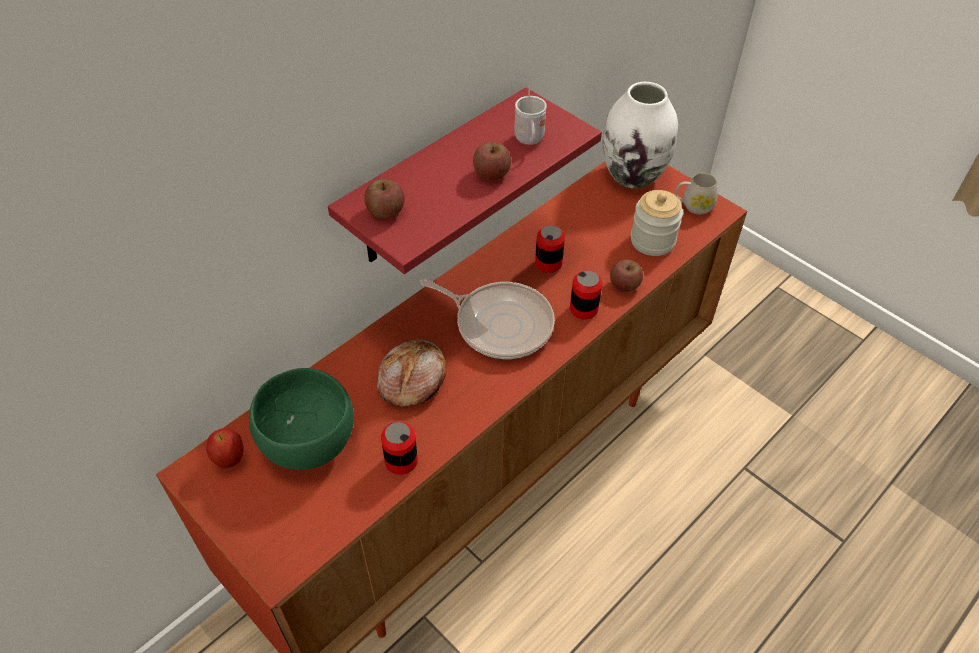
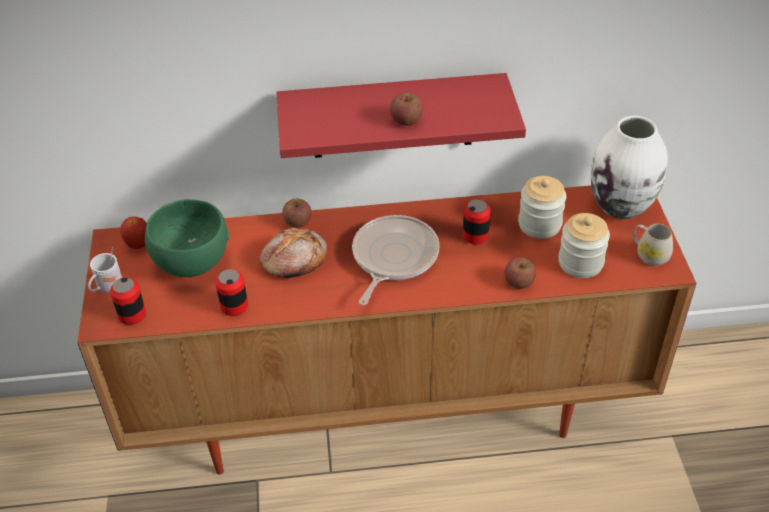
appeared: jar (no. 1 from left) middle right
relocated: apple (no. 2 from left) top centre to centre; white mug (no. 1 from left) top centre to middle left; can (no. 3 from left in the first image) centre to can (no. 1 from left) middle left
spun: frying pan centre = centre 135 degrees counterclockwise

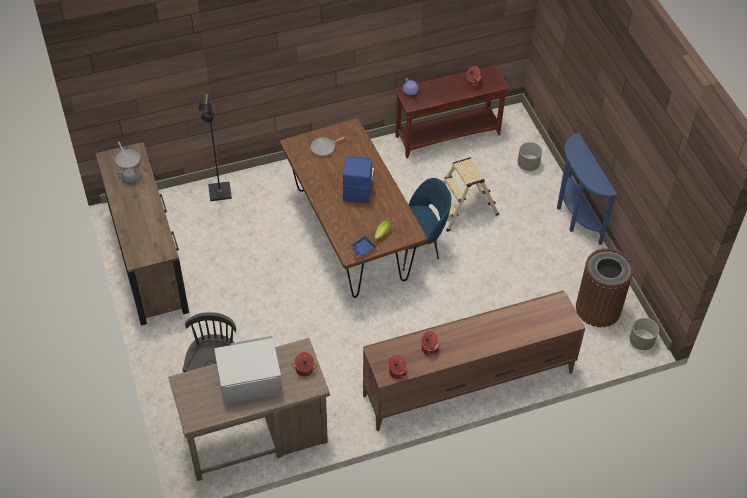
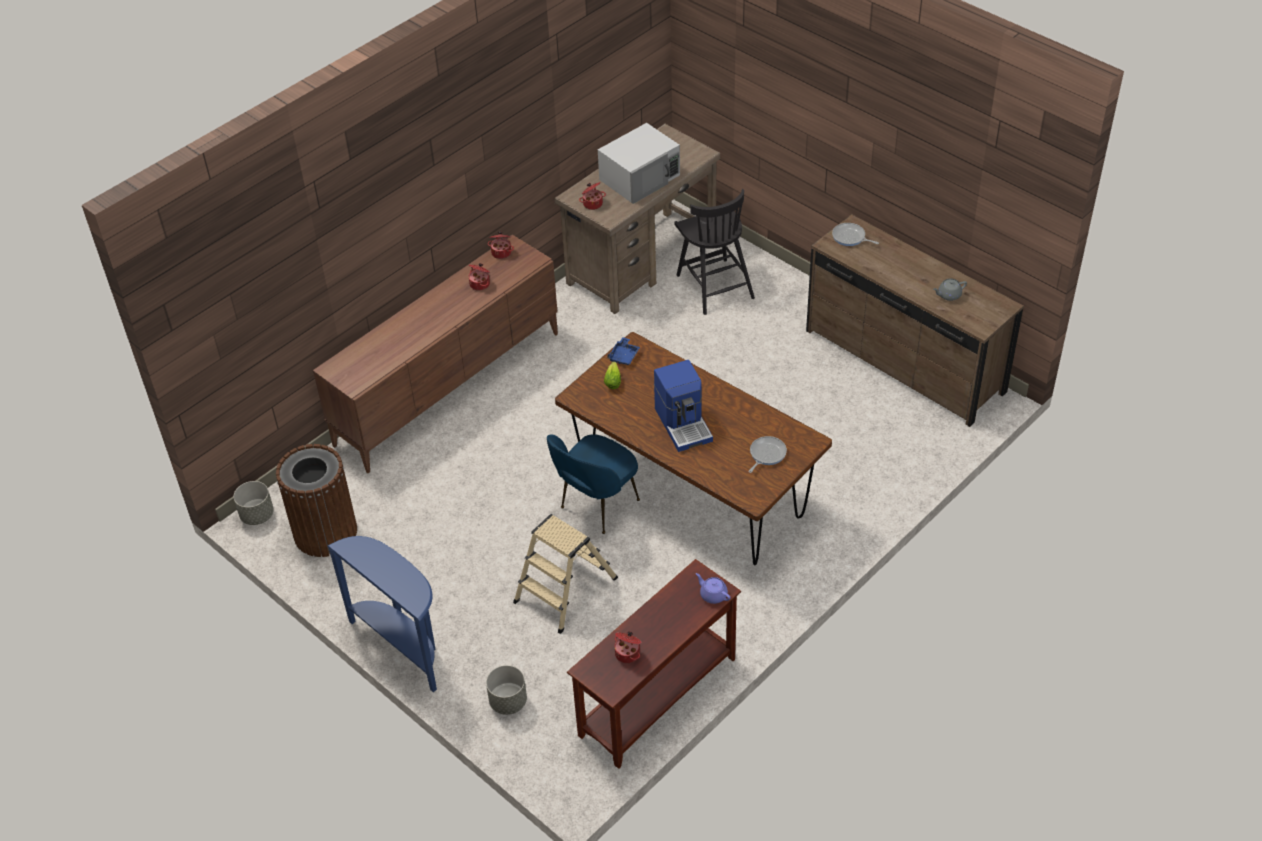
missing: black floor lamp top left
relocated: frying pan (no. 1 from left in the first image) top left to frying pan (no. 2 from left) top right

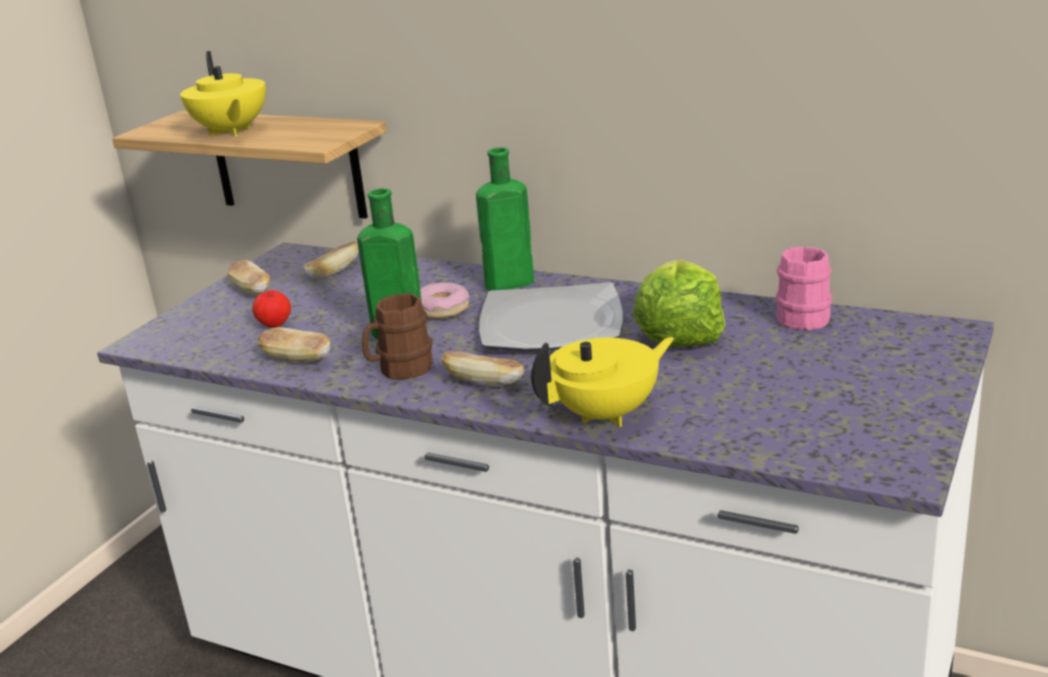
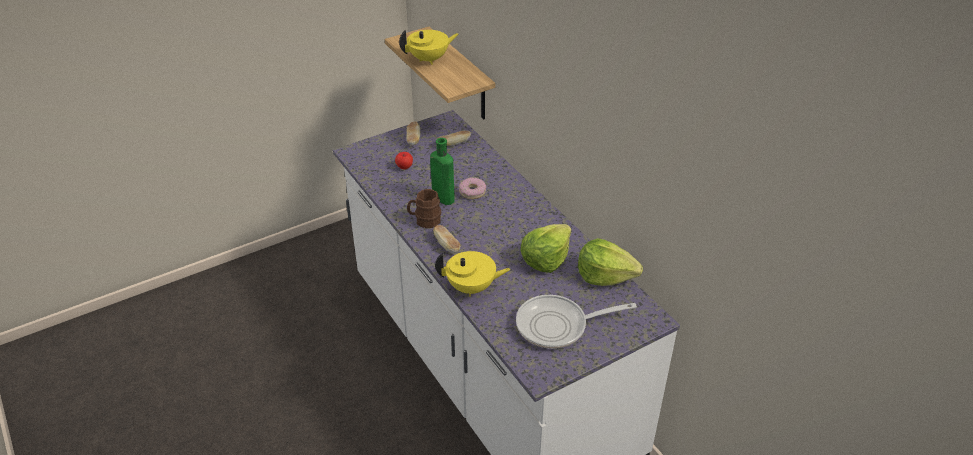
missing: bread (no. 2 from left) middle left; green bottle (no. 2 from left) top centre; plate centre
appeared: frying pan bottom centre
exchanged: pink mug middle right to lettuce (no. 2 from left) centre
spun: yellow teapot (no. 1 from left) top left = top centre 120 degrees counterclockwise

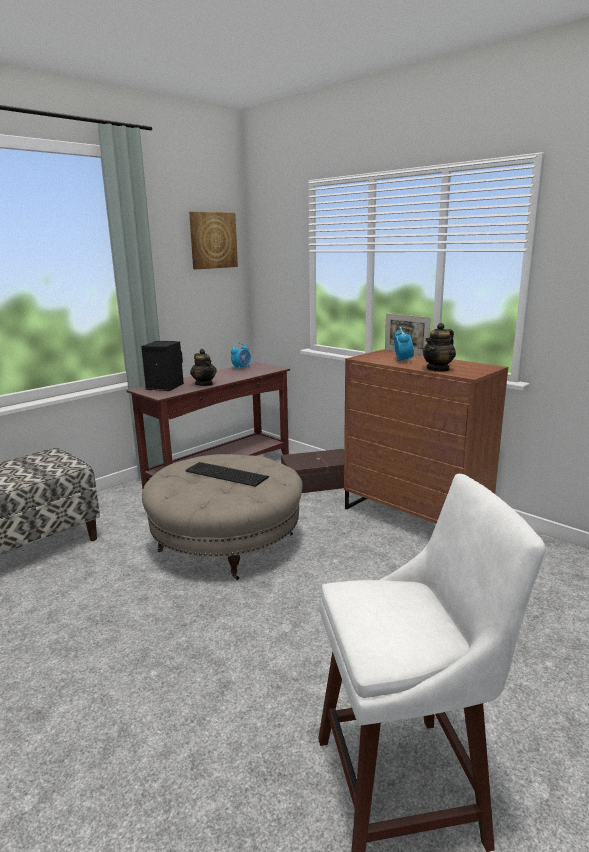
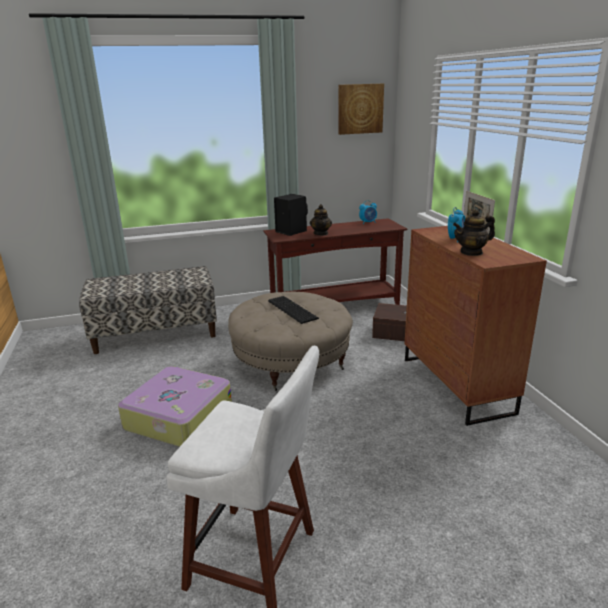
appeared: suitcase bottom left

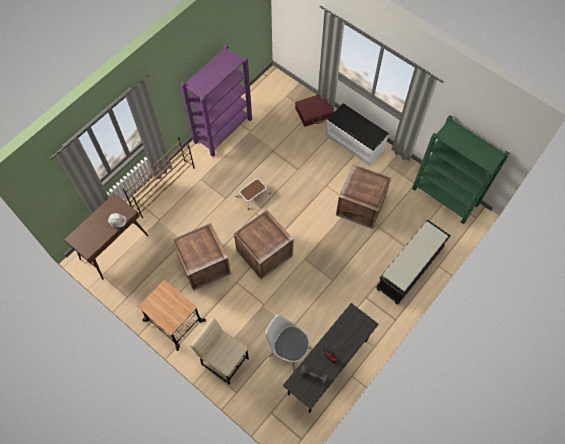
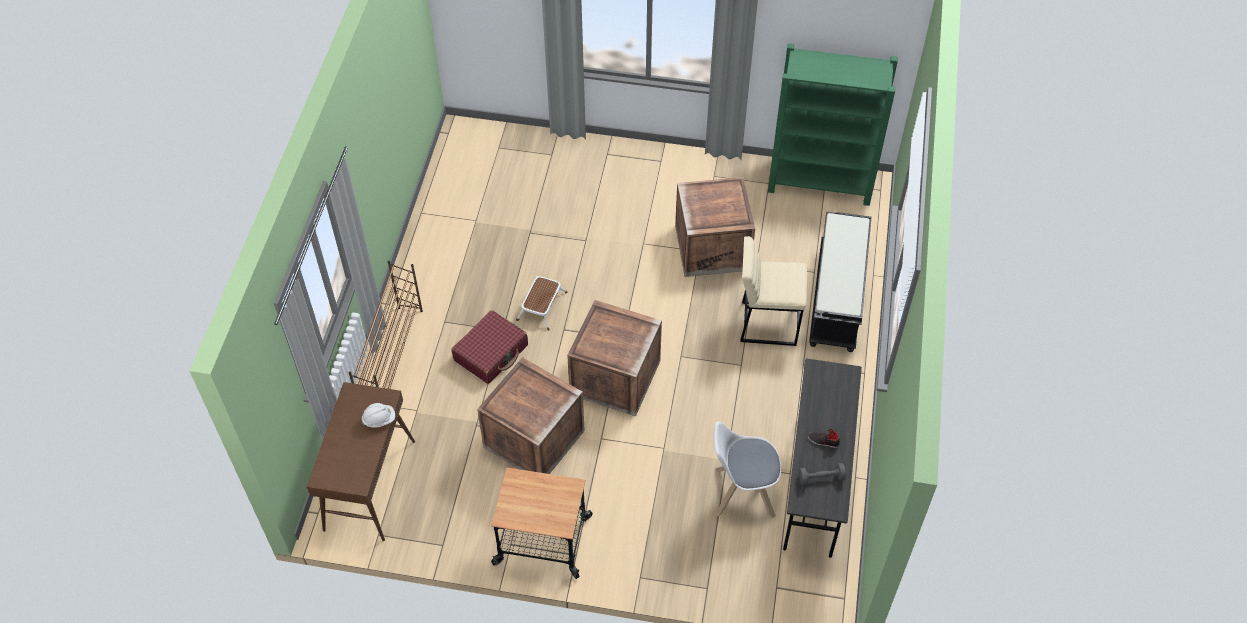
missing: purple bookcase top centre; white bench top centre
relocated: beige stool bottom centre to centre; red suitcase top centre to centre

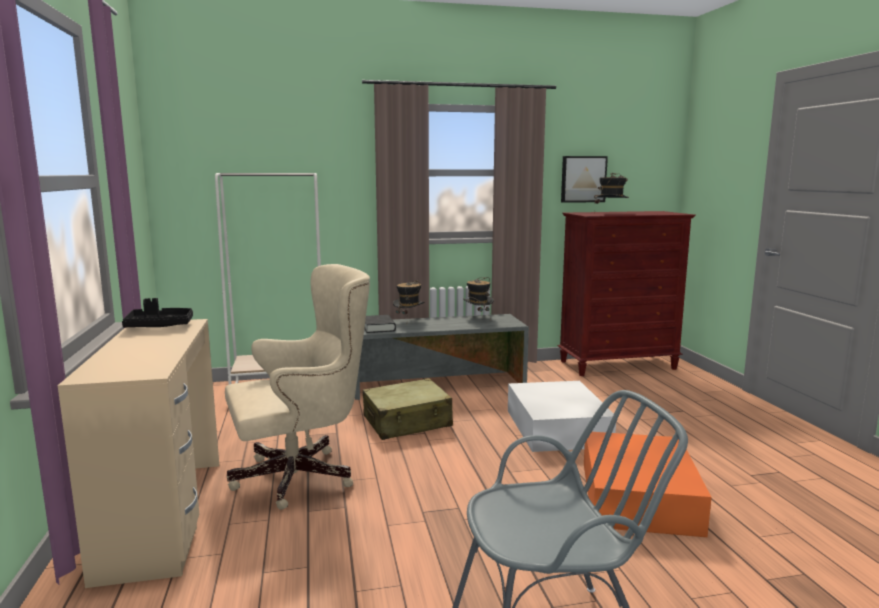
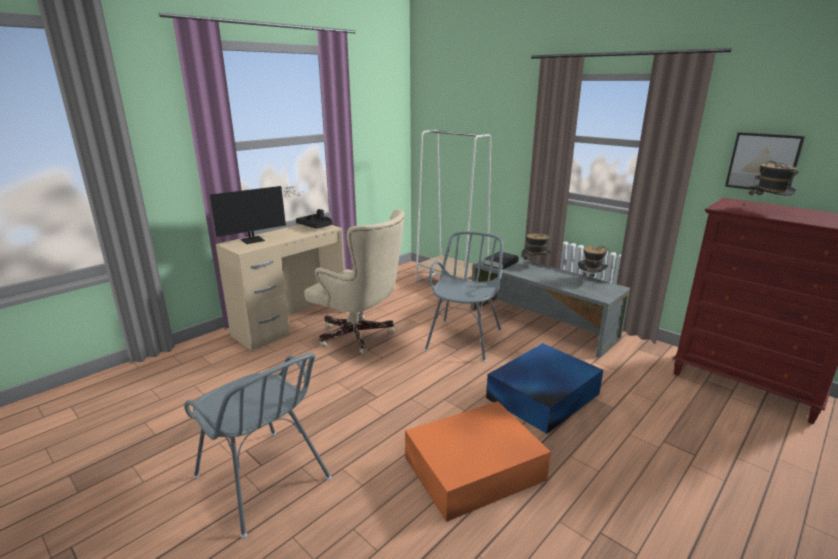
appeared: monitor middle left
exchanged: beige suitcase bottom centre to grey chair (no. 2 from left) centre
colour: white storage box bottom centre to blue storage box bottom centre

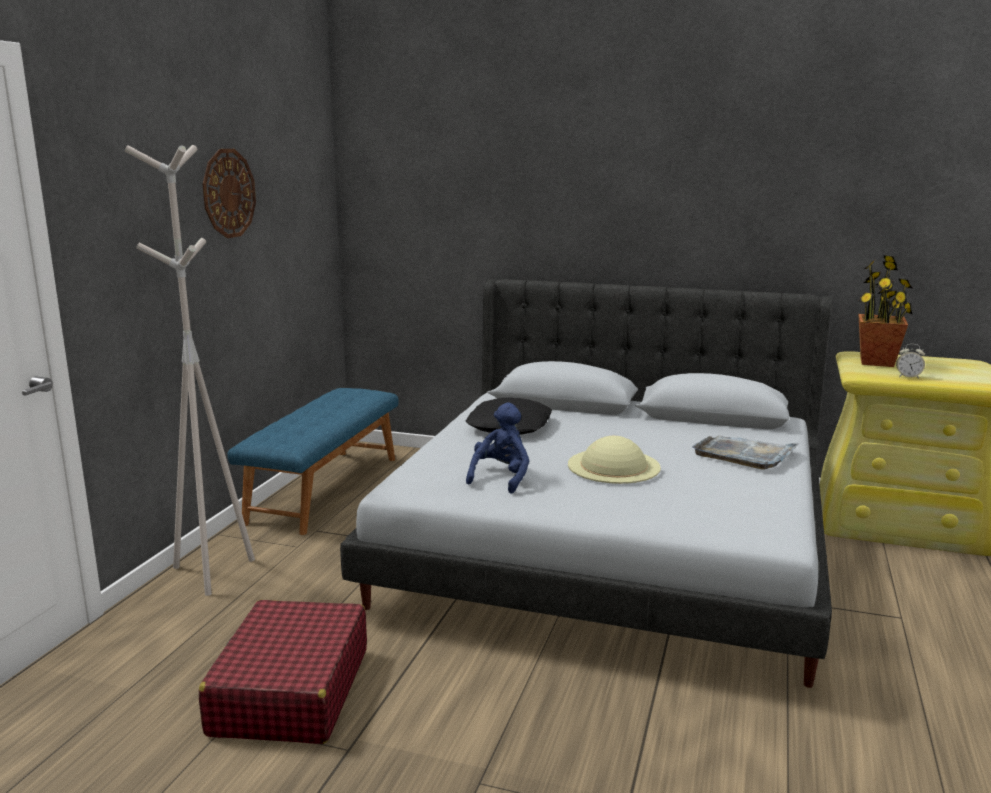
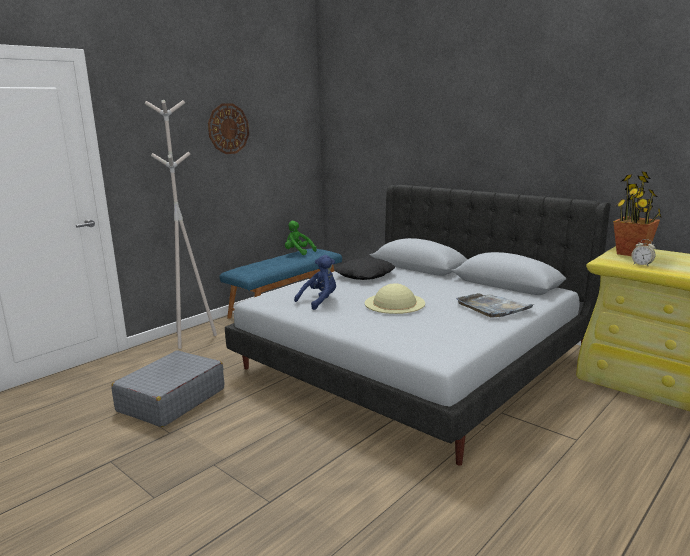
appeared: green plush toy centre
colour: red suitcase bottom left to grey suitcase bottom left

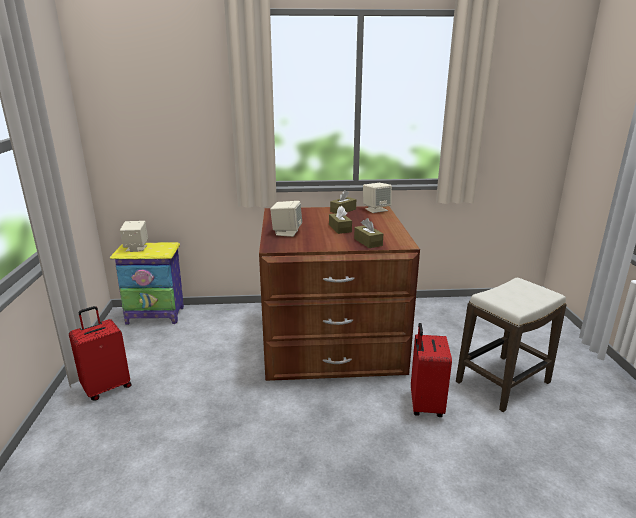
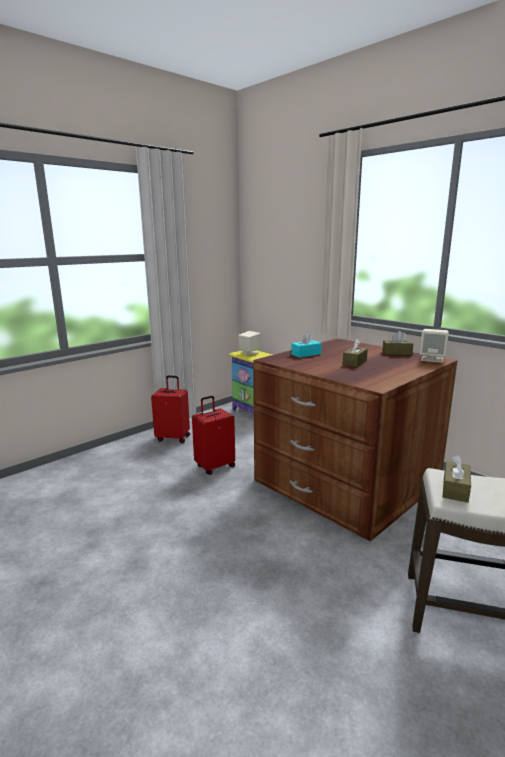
relocated: brown tissue box (no. 3 from left) centre to middle right; red suitcase (no. 2 from left) bottom right to centre
exchanged: beige speaker (no. 2 from left) centre to turquoise tissue box centre

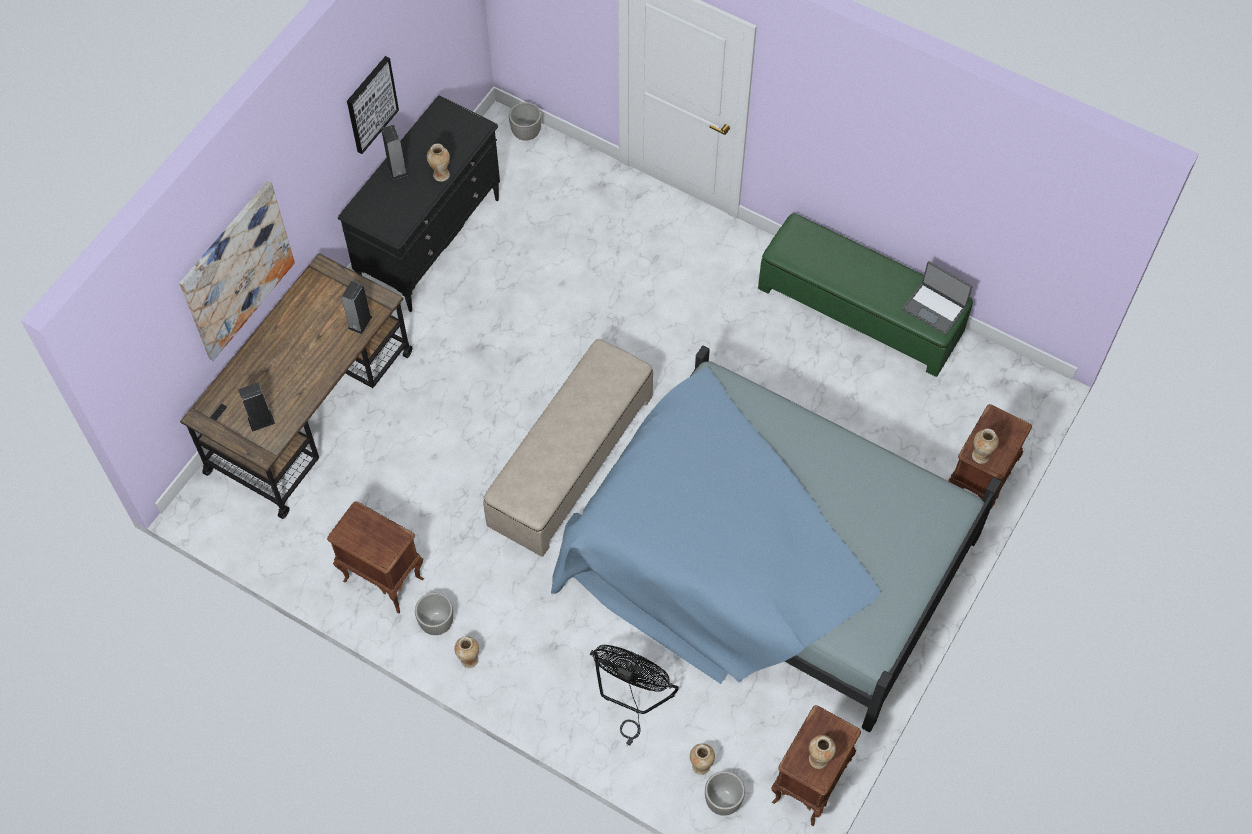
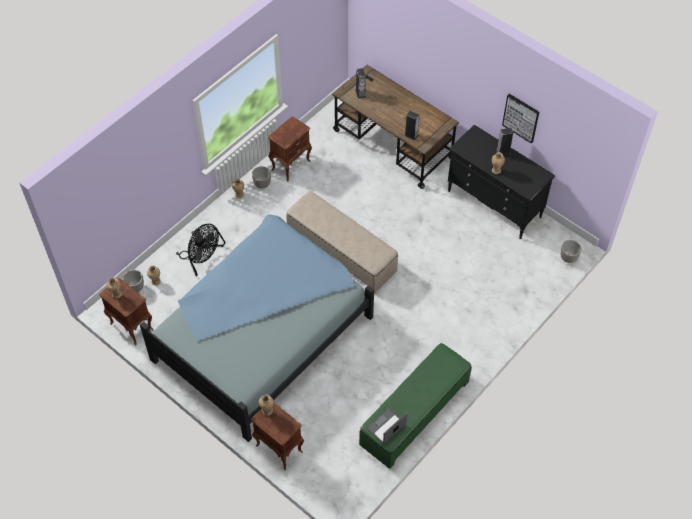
missing: picture (no. 1 from left) top left

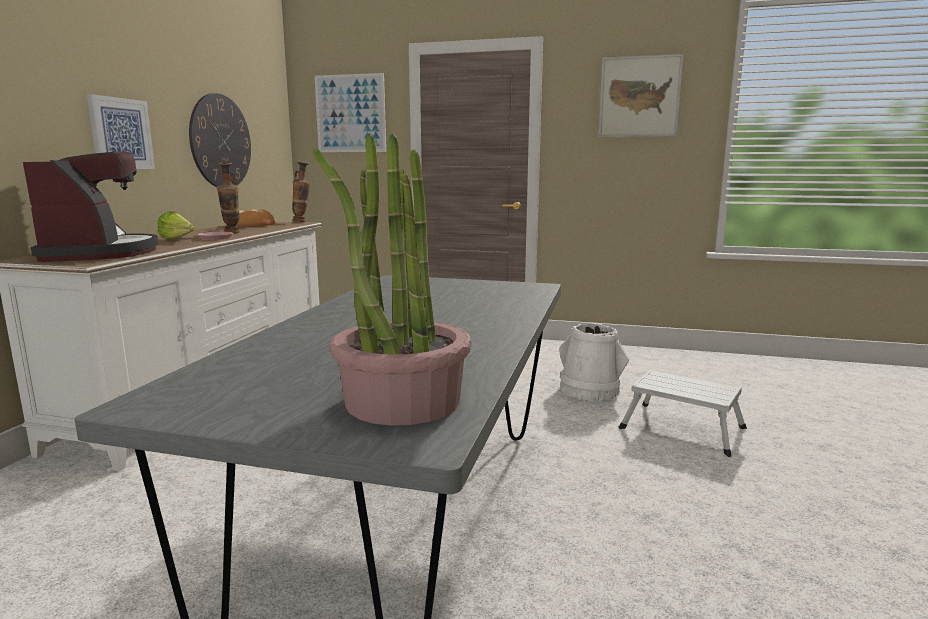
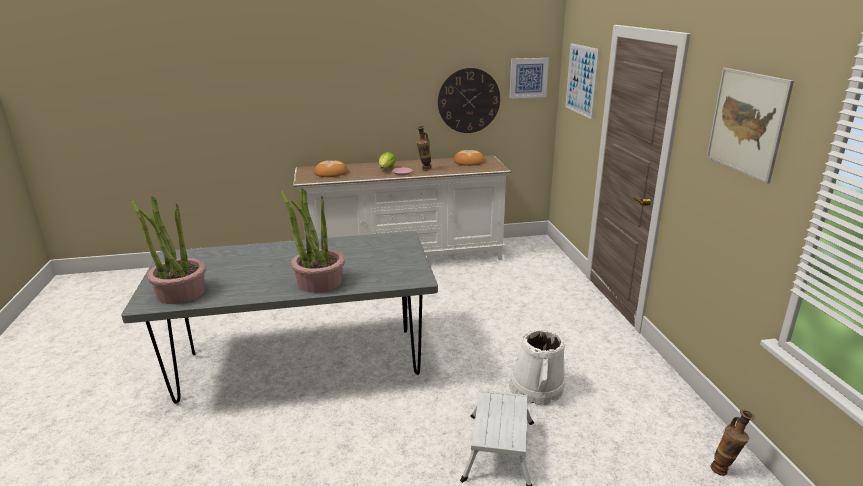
appeared: potted plant (no. 2 from left) centre
relocated: picture (no. 1 from left) top left to top centre; vase (no. 2 from left) top left to bottom right
exchanged: coffee machine top left to bread (no. 1 from left) centre

